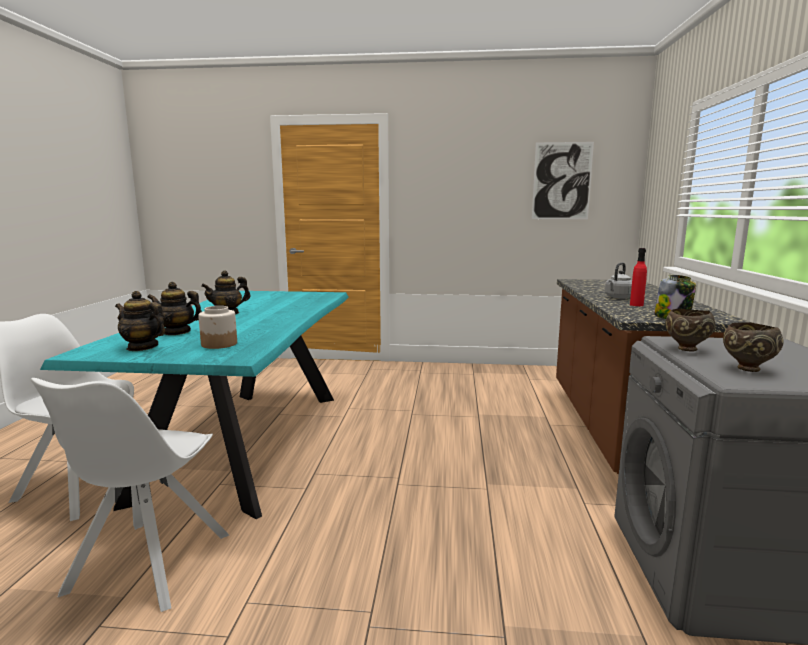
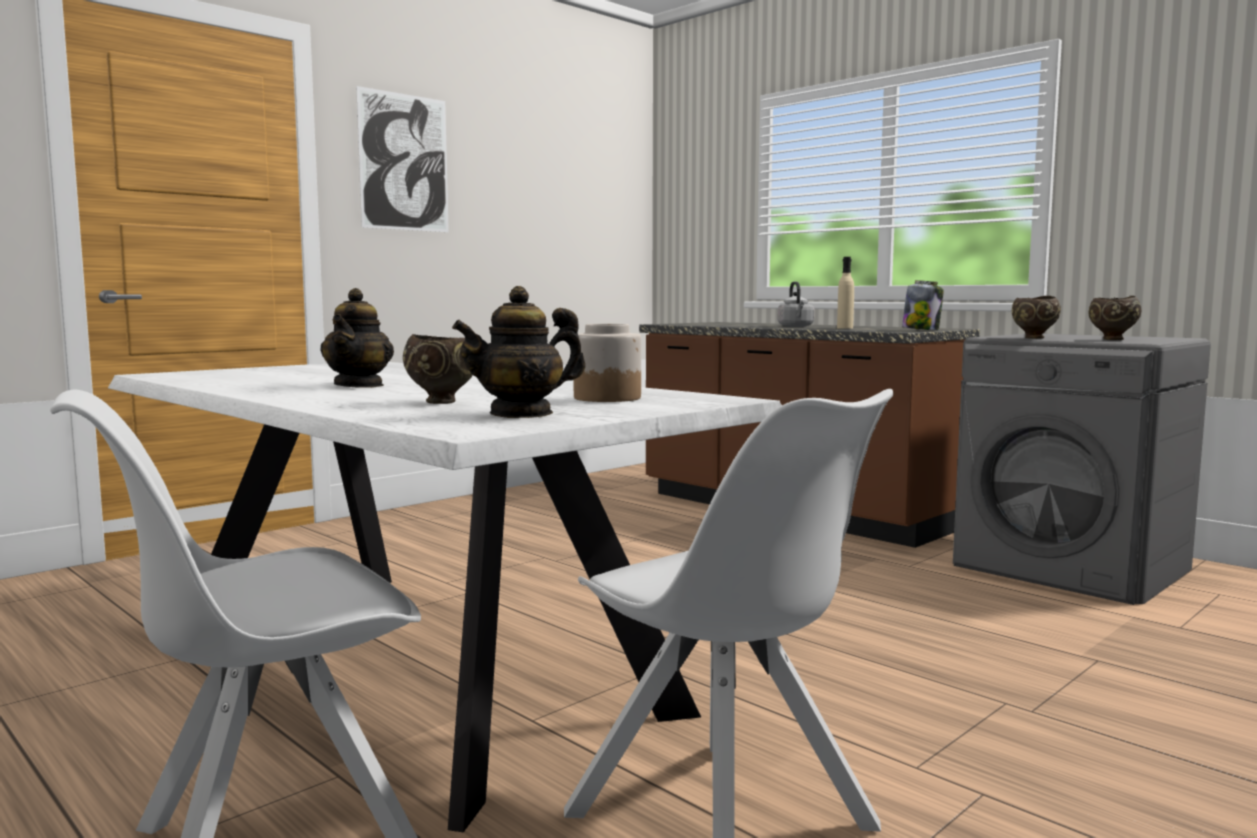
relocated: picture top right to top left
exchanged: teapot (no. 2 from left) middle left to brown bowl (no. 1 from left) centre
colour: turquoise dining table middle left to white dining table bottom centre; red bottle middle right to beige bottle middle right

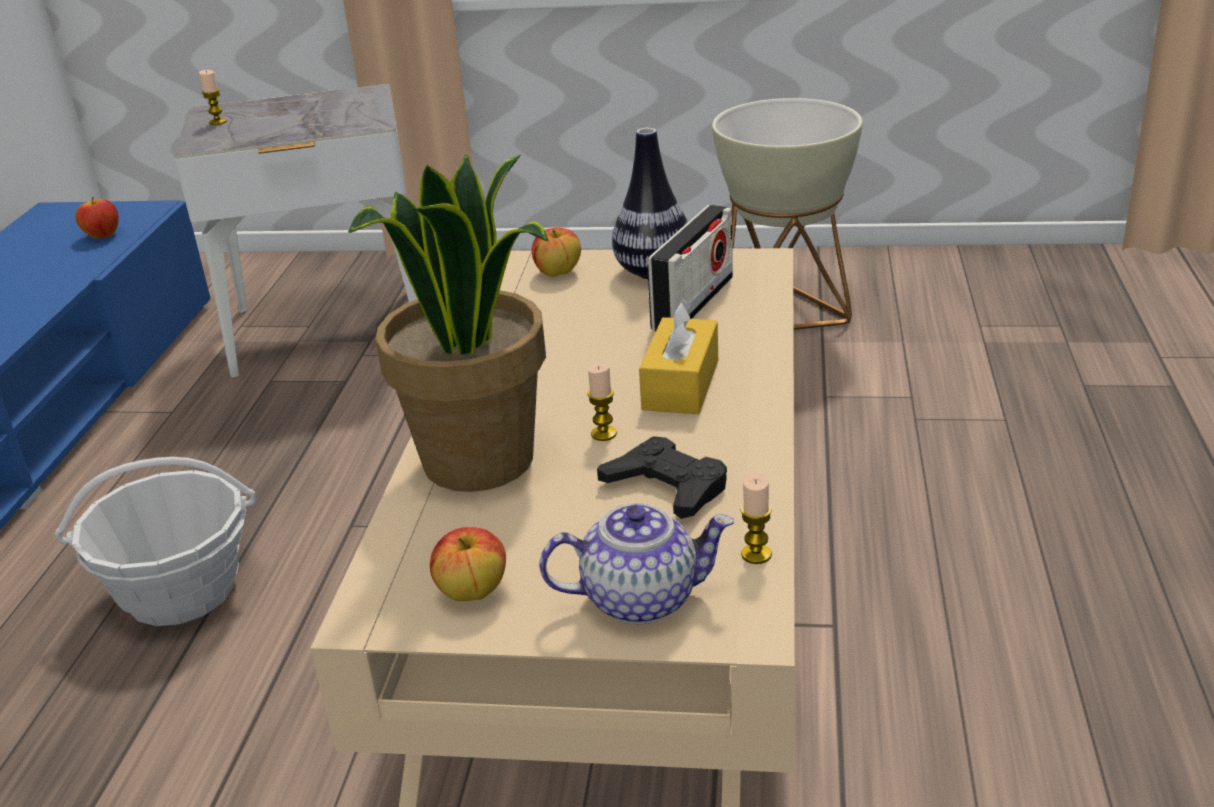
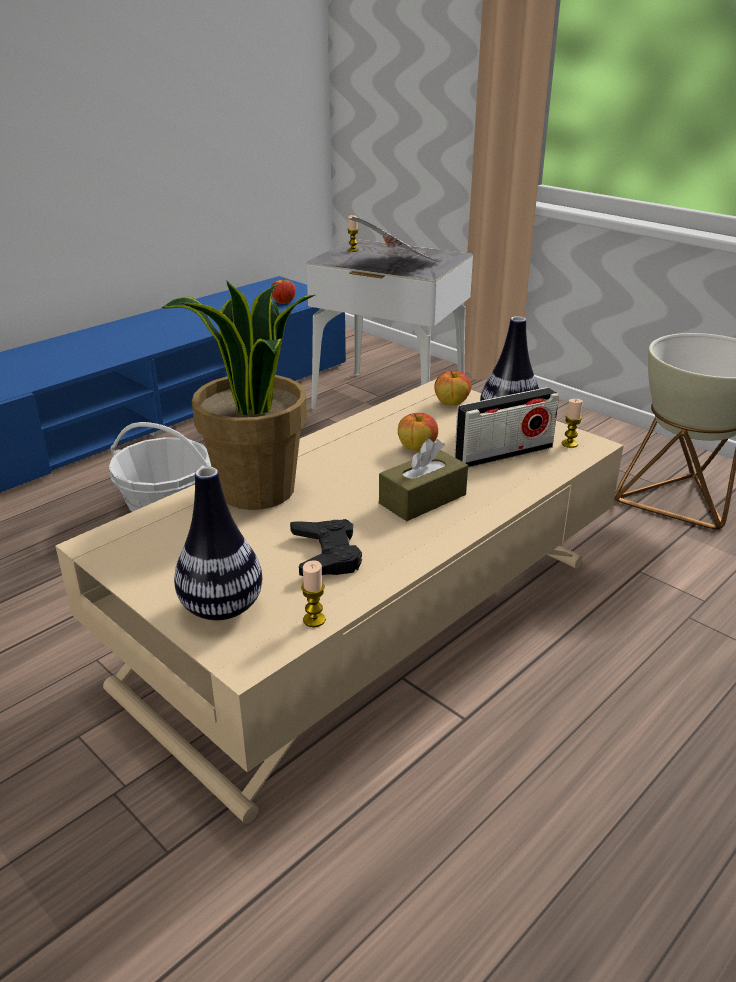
appeared: newspaper top centre
relocated: apple (no. 2 from left) bottom centre to centre; candle (no. 2 from left in the first image) centre to candle (no. 3 from left) middle right
exchanged: teapot bottom centre to vase (no. 1 from left) middle left
colour: yellow tissue box centre to brown tissue box centre

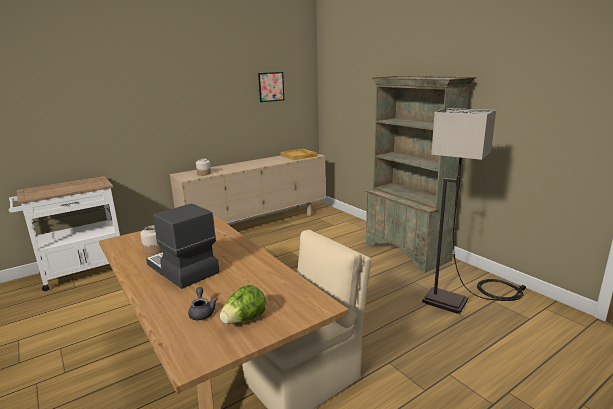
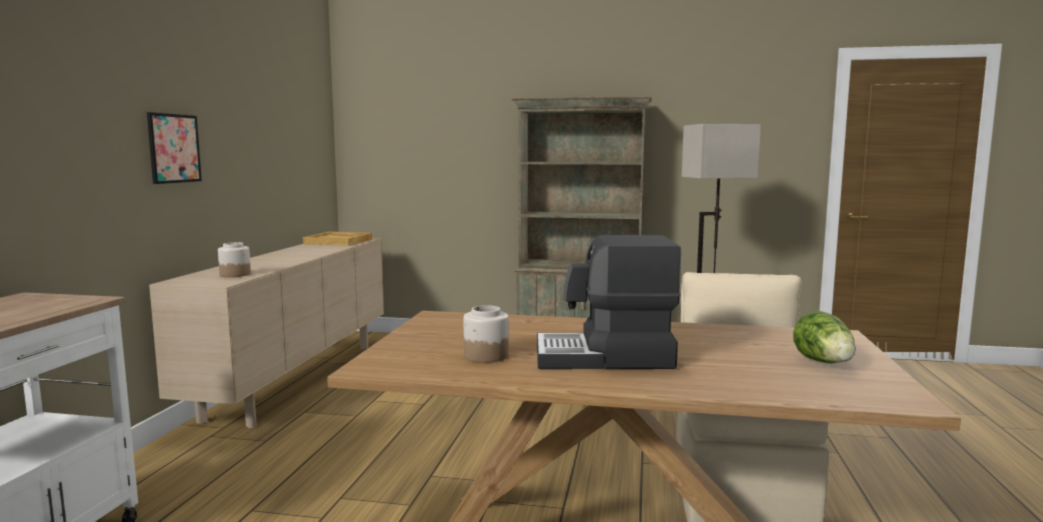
missing: grey teapot bottom left
relocated: picture top centre to top left

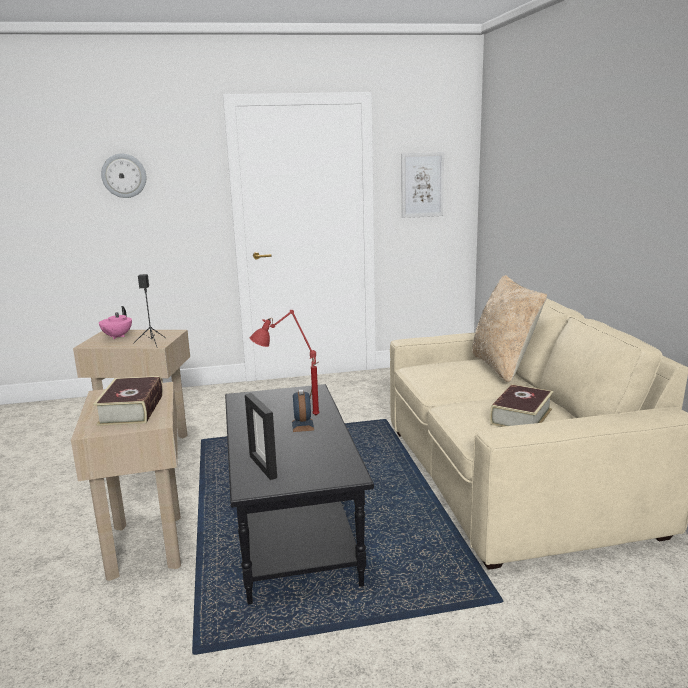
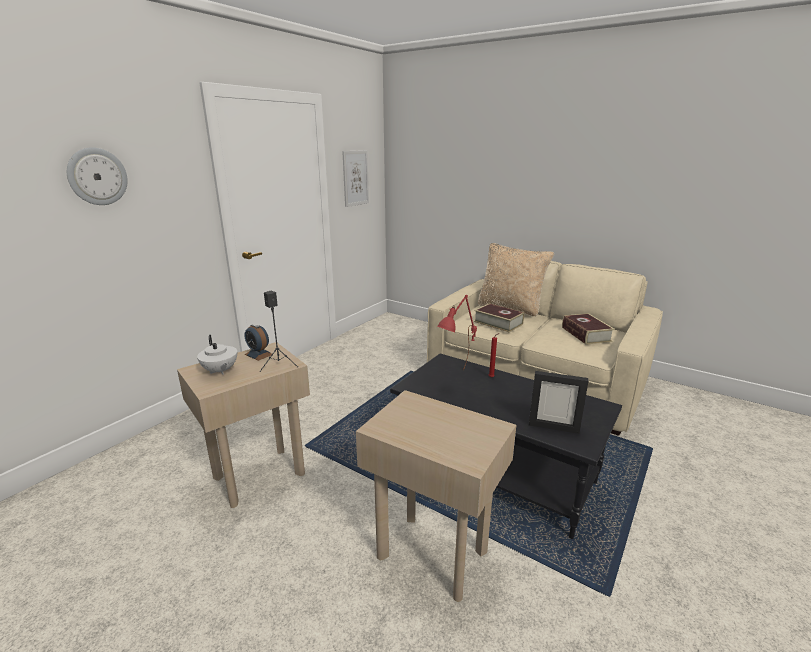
relocated: book (no. 1 from left) middle left to centre; alarm clock centre to middle left
colour: pink teapot middle left to white teapot middle left

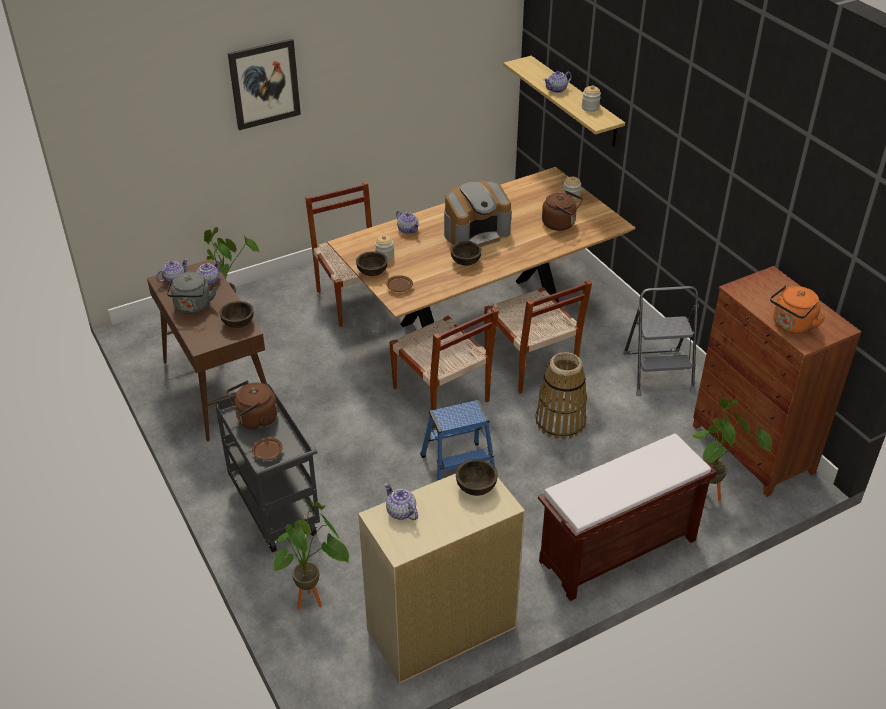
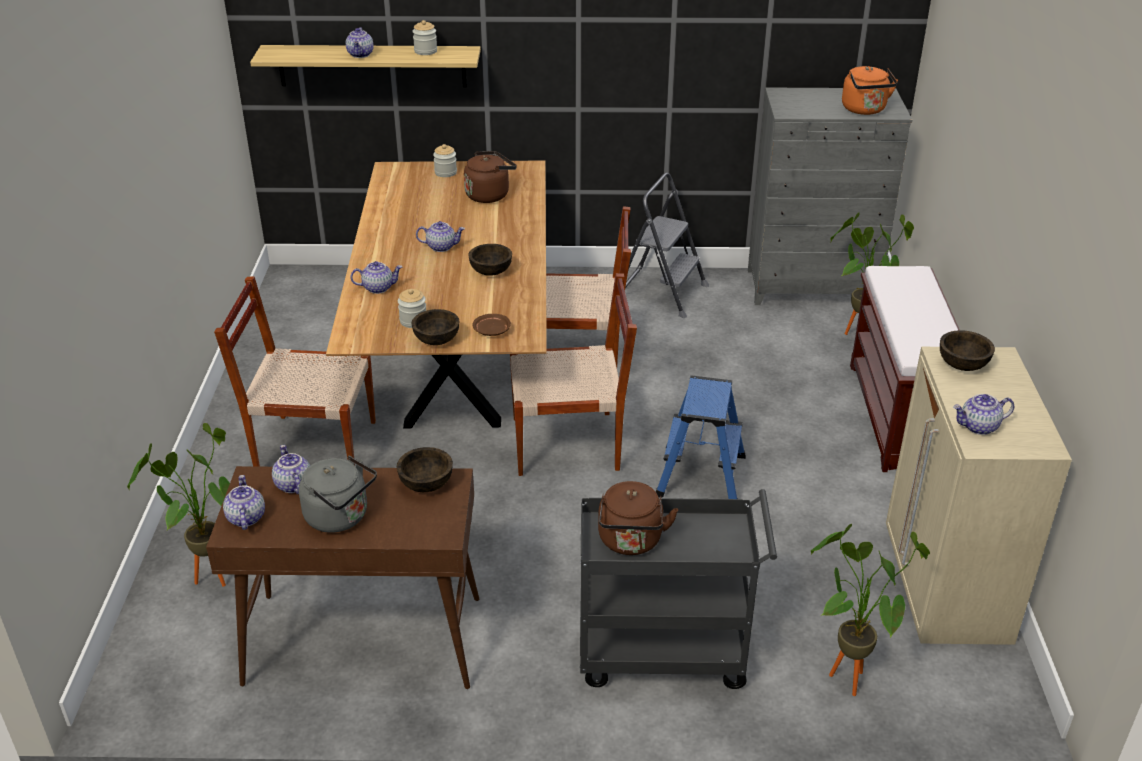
missing: picture top left; brown plate (no. 1 from left) middle left; basket centre
exchanged: coffee machine top centre to teapot (no. 5 from left) top centre
colour: brown dresser middle right to grey dresser top right

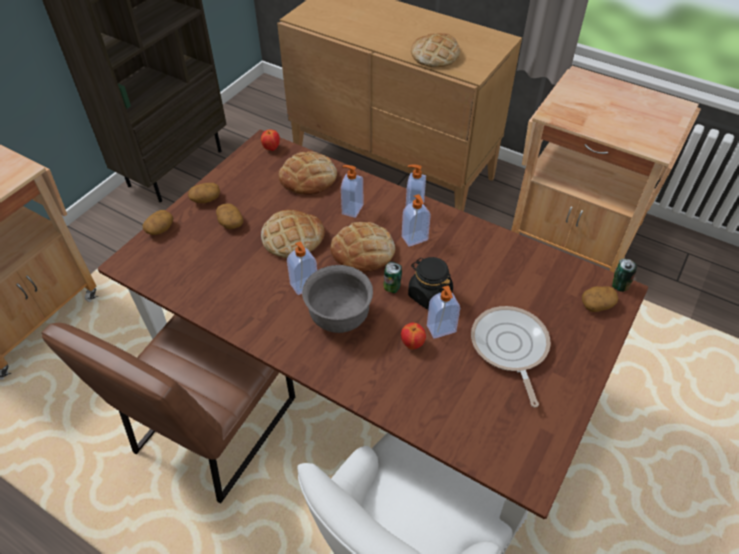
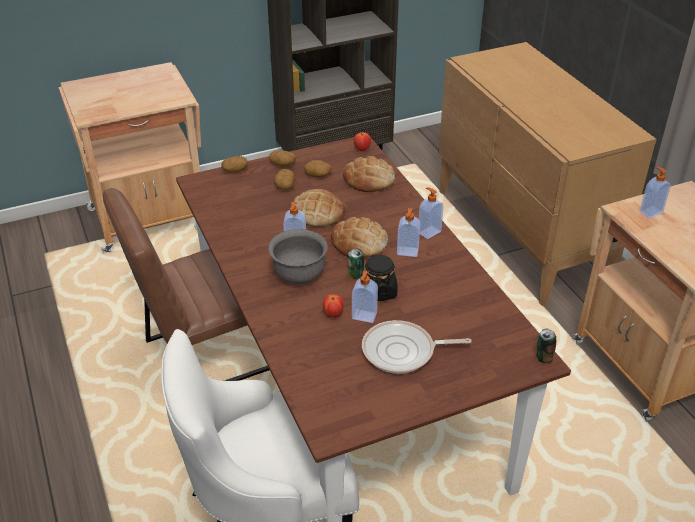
missing: bread (no. 4 from left) top centre
relocated: soap dispenser (no. 2 from left in the first image) centre to soap dispenser (no. 5 from left) middle right; potato (no. 4 from left) middle right to top centre
spun: frying pan middle right = centre 120 degrees counterclockwise

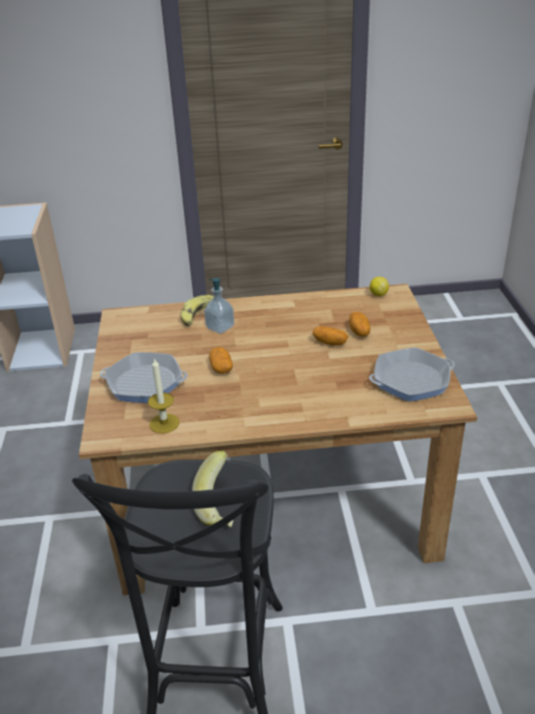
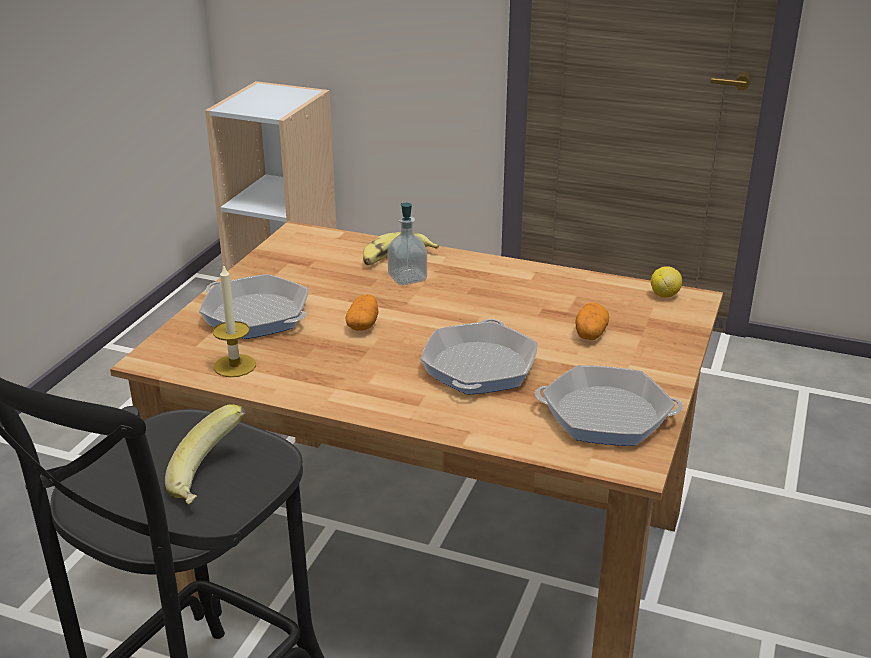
missing: potato (no. 2 from left) centre
appeared: frying pan (no. 2 from left) centre

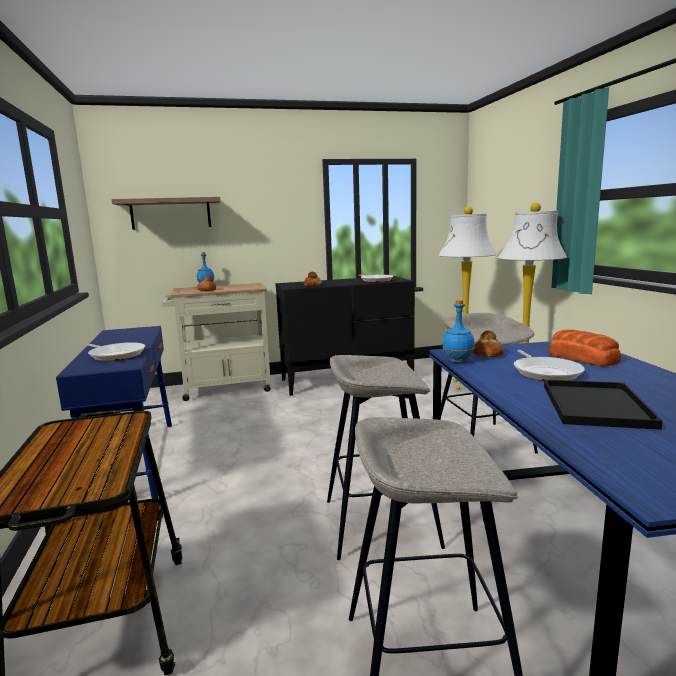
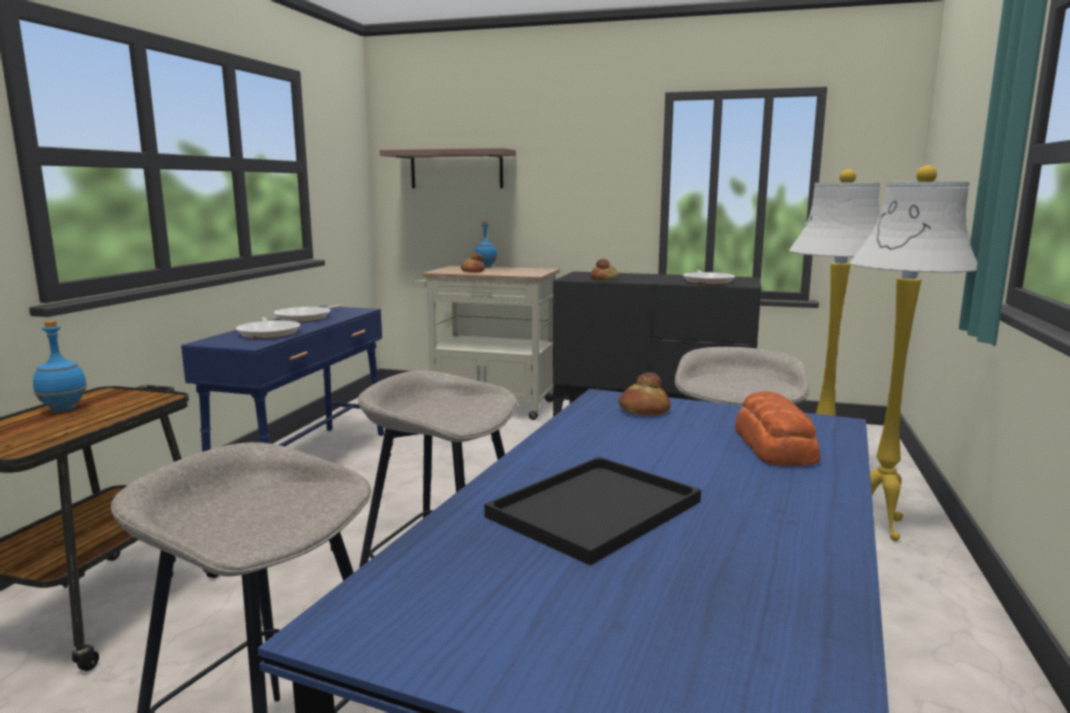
relocated: blue bottle (no. 2 from left in the first image) middle right to blue bottle (no. 1 from left) middle left; frying pan (no. 3 from left in the first image) middle right to frying pan (no. 2 from left) middle left

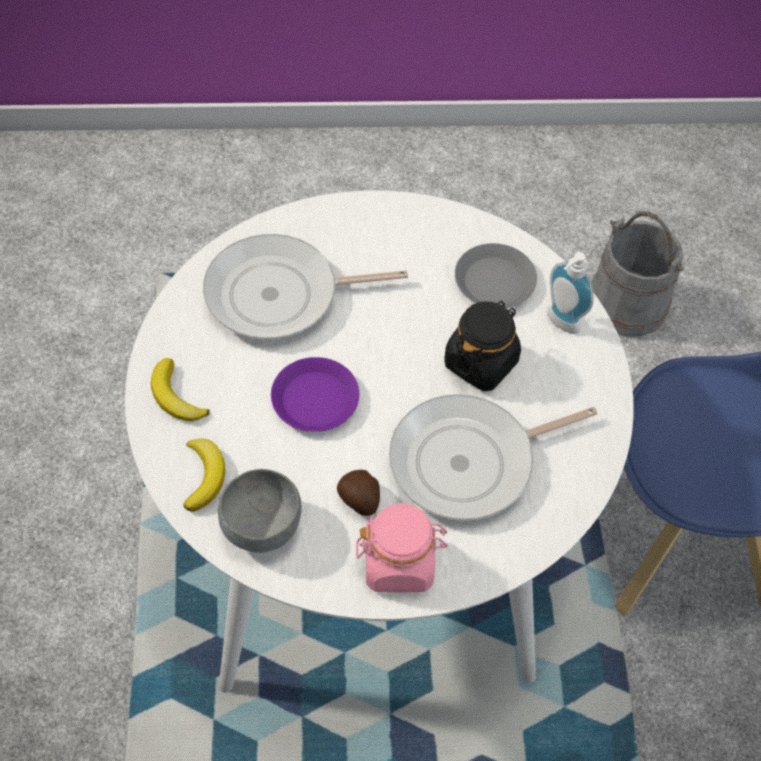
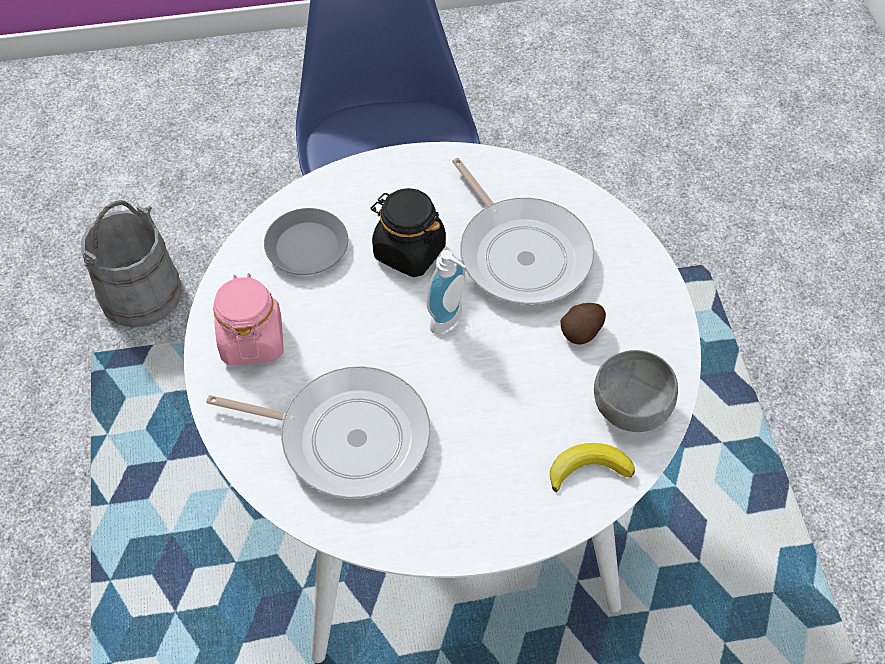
missing: banana (no. 1 from left) middle left; purple plate centre
relocated: pink jar bottom centre to middle left; soap dispenser middle right to centre
spun: frying pan (no. 1 from left) centre = centre 60 degrees counterclockwise

